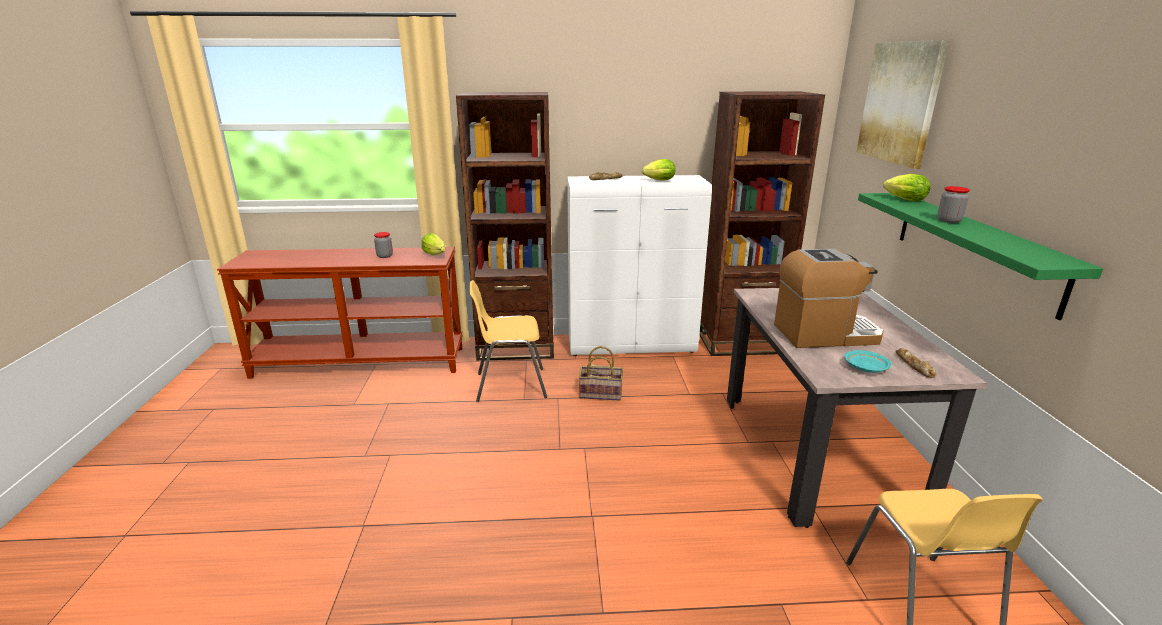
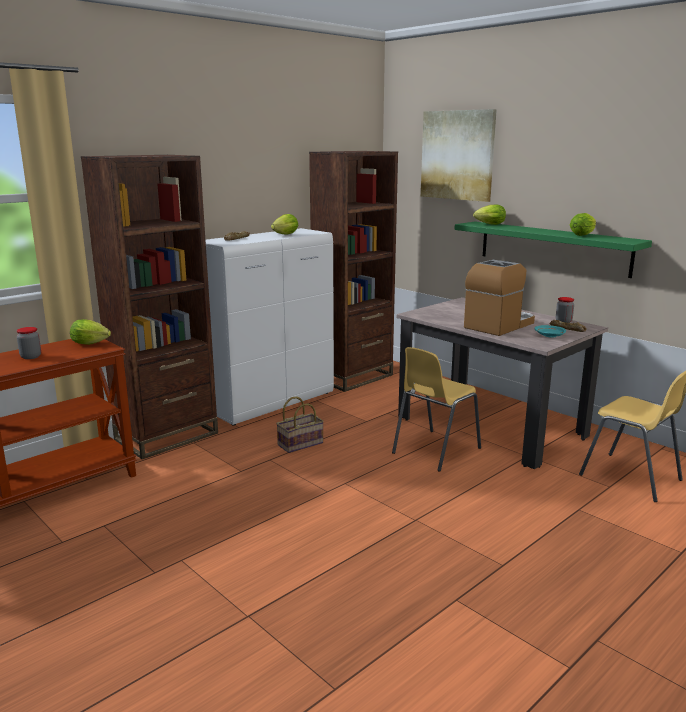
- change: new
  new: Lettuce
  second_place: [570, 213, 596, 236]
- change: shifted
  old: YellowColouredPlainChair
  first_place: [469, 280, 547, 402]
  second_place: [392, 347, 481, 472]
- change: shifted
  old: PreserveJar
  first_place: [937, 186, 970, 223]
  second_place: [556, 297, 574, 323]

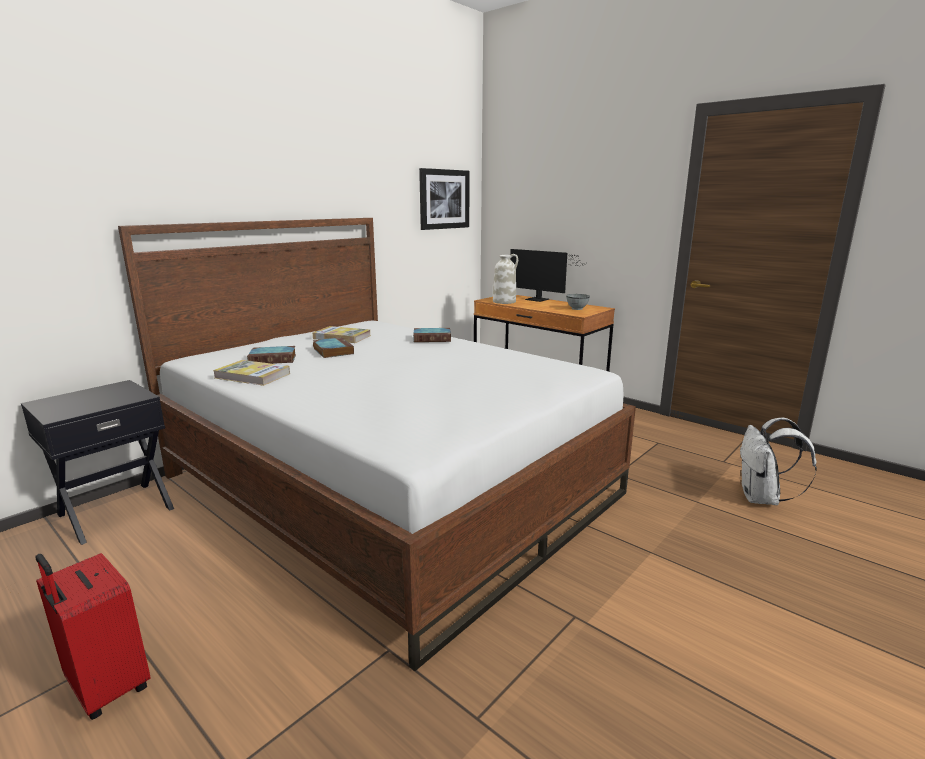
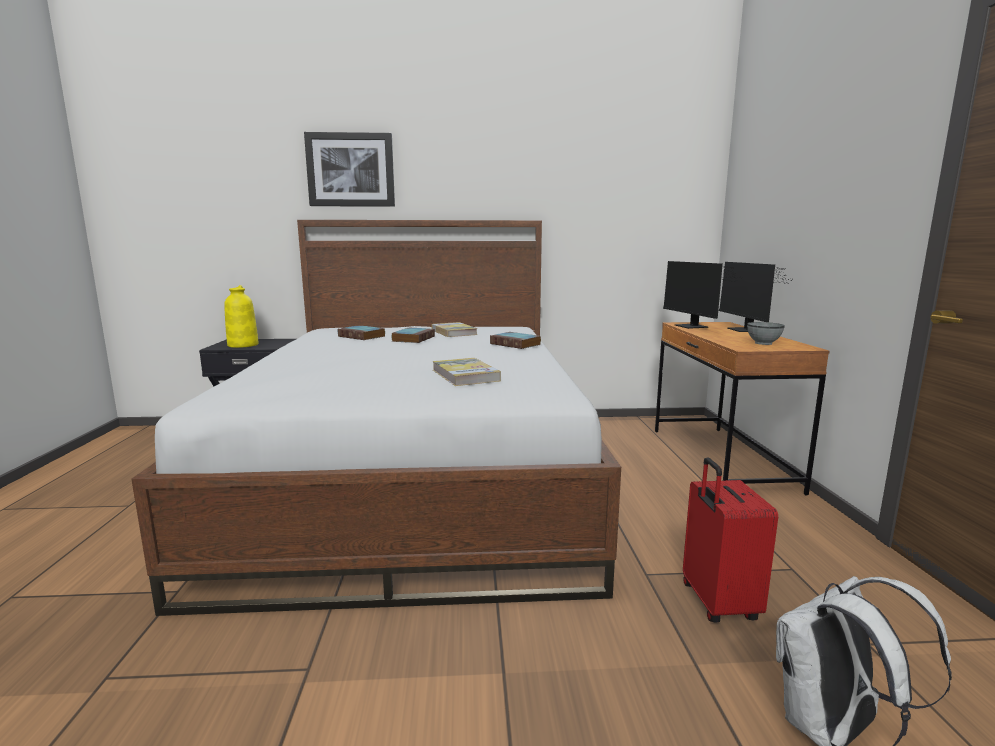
- change: new
  new: YellowColouredDecorativeVase
  second_place: [224, 285, 259, 348]
- change: shifted
  old: RedTravelCase
  first_place: [36, 553, 150, 720]
  second_place: [683, 457, 778, 622]
- change: shifted
  old: BoundBook
  first_place: [213, 360, 290, 386]
  second_place: [433, 358, 501, 386]
- change: shifted
  old: Picture
  first_place: [419, 168, 470, 230]
  second_place: [304, 132, 395, 207]
- change: swapped
  old: WhitishDecorativeVase
  new: Monitor
  first_place: [493, 254, 518, 304]
  second_place: [663, 261, 741, 329]

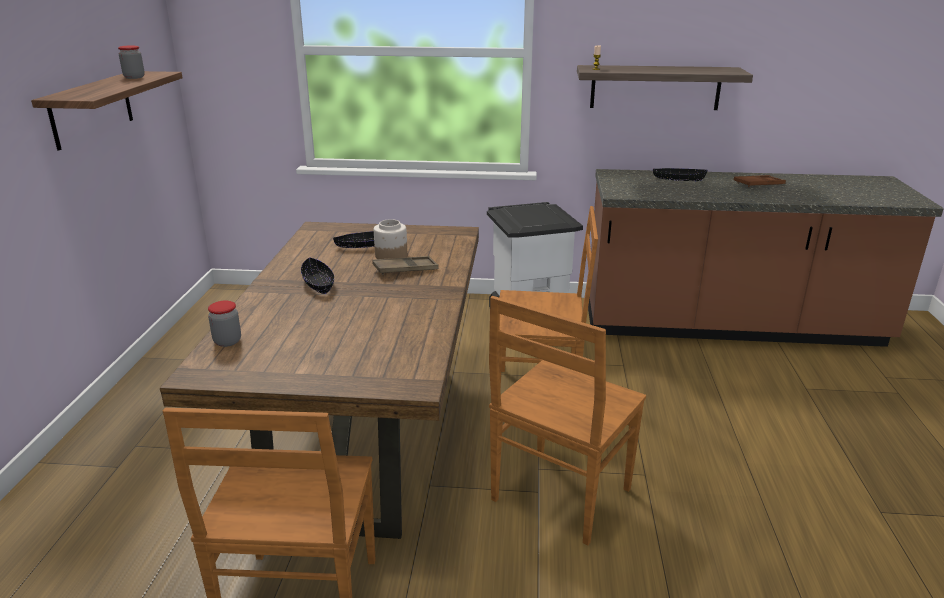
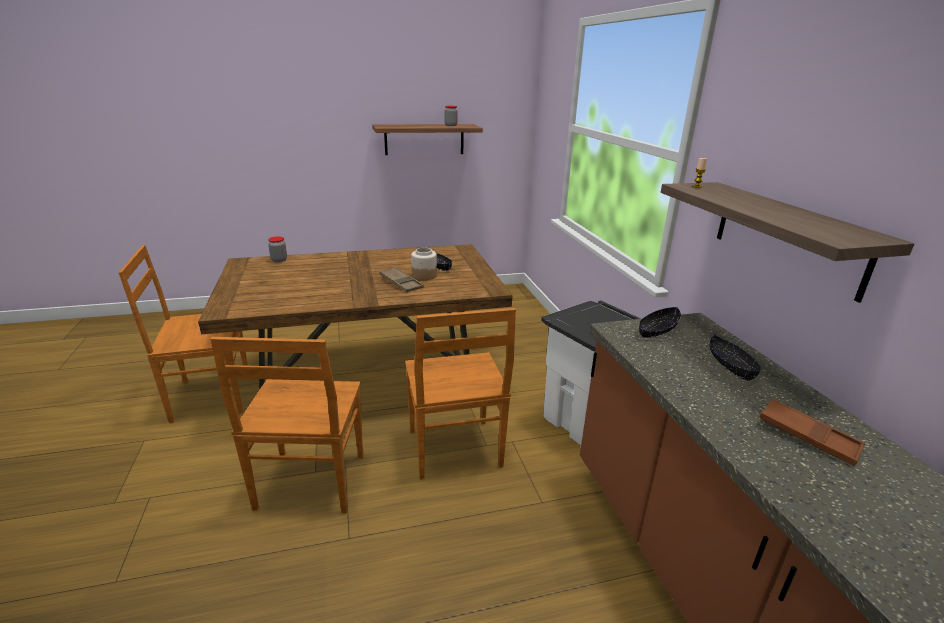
- change: shifted
  old: BlackishBowl
  first_place: [301, 257, 334, 294]
  second_place: [639, 307, 681, 338]
- change: rotated
  old: BrownColouredPlainChair
  first_place: [489, 296, 646, 546]
  second_place: [210, 337, 363, 513]
  degrees: -105

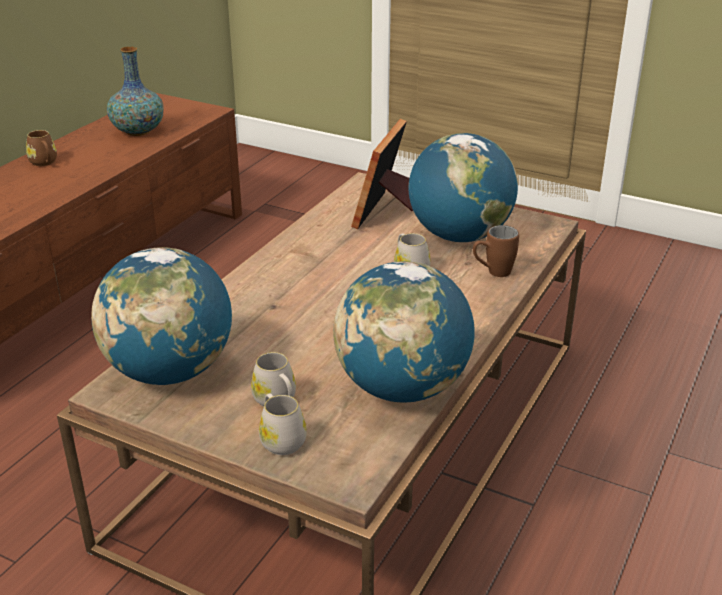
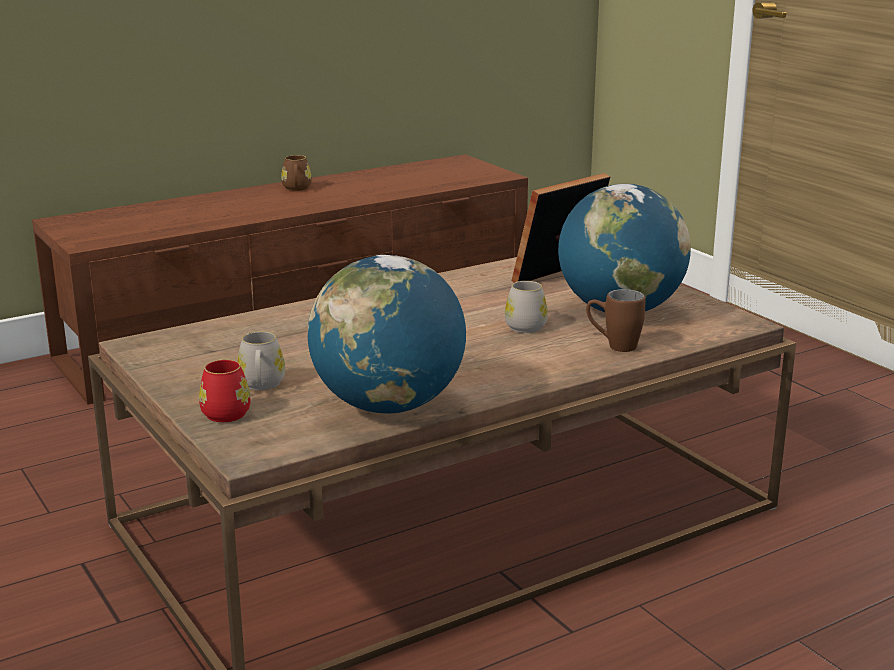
- change: gone
  old: WorldGlobe
  first_place: [91, 247, 232, 385]
- change: gone
  old: DecorativeVase
  first_place: [107, 46, 164, 136]
- change: repainted
  old: WhitishTeaMug
  new: RedTeaMug
  first_place: [259, 393, 307, 455]
  second_place: [199, 359, 251, 422]

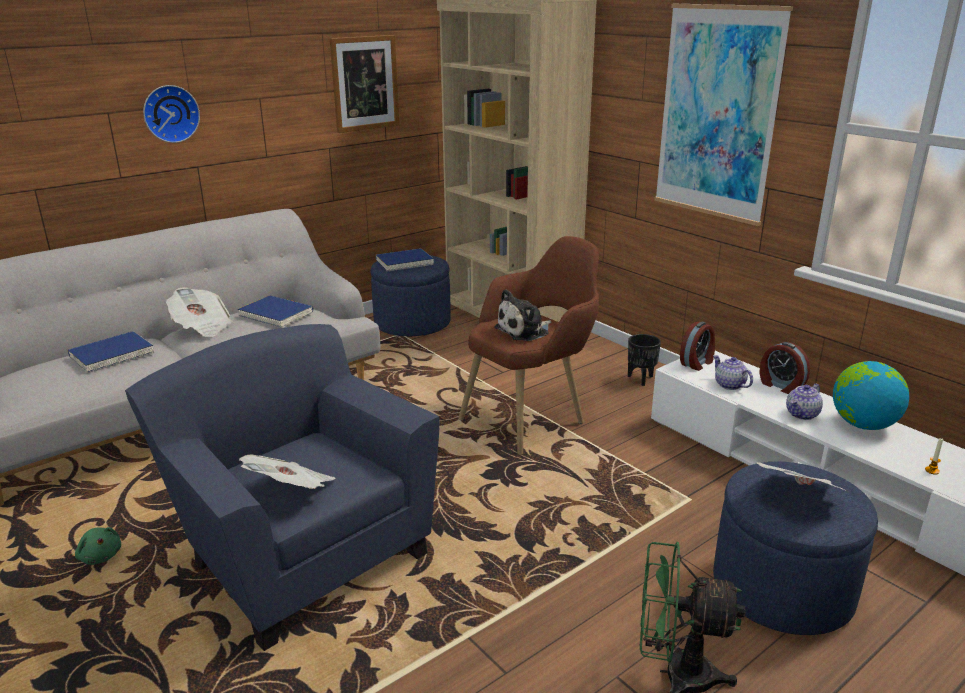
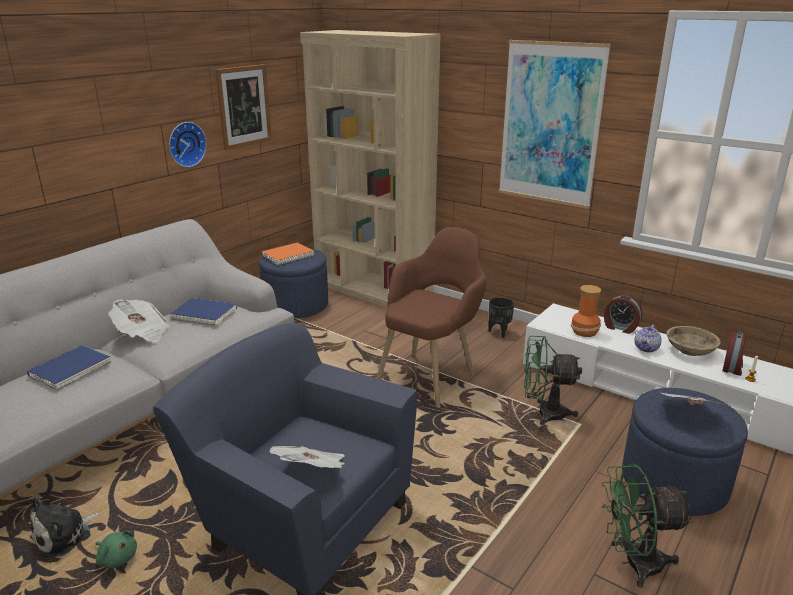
- change: new
  new: GreenFan
  second_place: [524, 336, 582, 425]
- change: shifted
  old: ClockOnTheWall
  first_place: [143, 85, 200, 143]
  second_place: [169, 122, 207, 167]
- change: shifted
  old: CuddlyToy
  first_place: [494, 289, 552, 341]
  second_place: [30, 497, 100, 558]
- change: shifted
  old: TableClock
  first_place: [680, 322, 715, 371]
  second_place: [722, 331, 746, 376]
- change: swapped
  old: TeaPot
  new: DecorativeVase
  first_place: [713, 355, 753, 390]
  second_place: [571, 285, 601, 337]
- change: swapped
  old: WorldGlobe
  new: BeigeBowl
  first_place: [833, 361, 909, 430]
  second_place: [666, 326, 721, 356]
- change: repainted
  old: BluishBoundBook
  new: OrangeyBoundBook
  first_place: [375, 248, 434, 272]
  second_place: [262, 242, 314, 265]

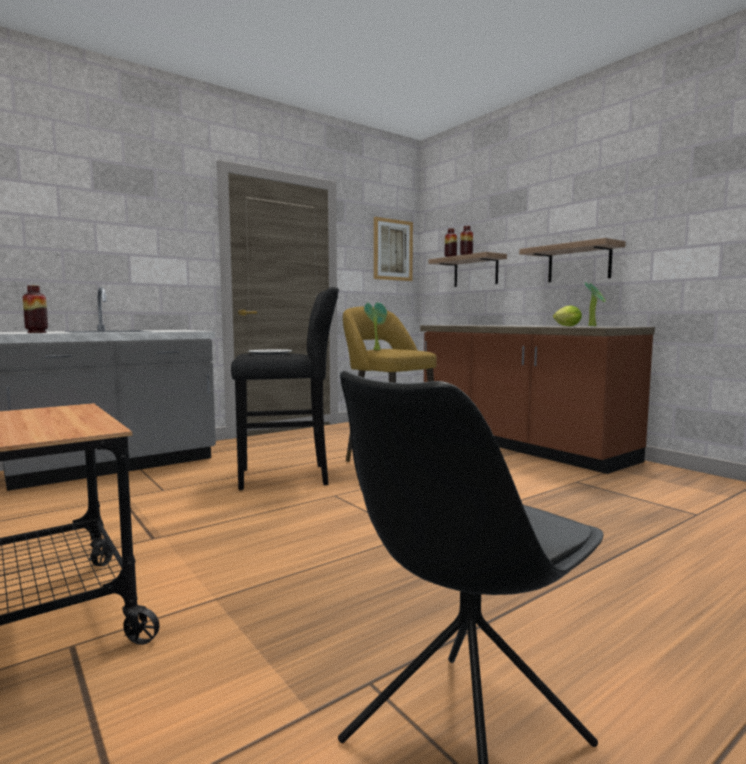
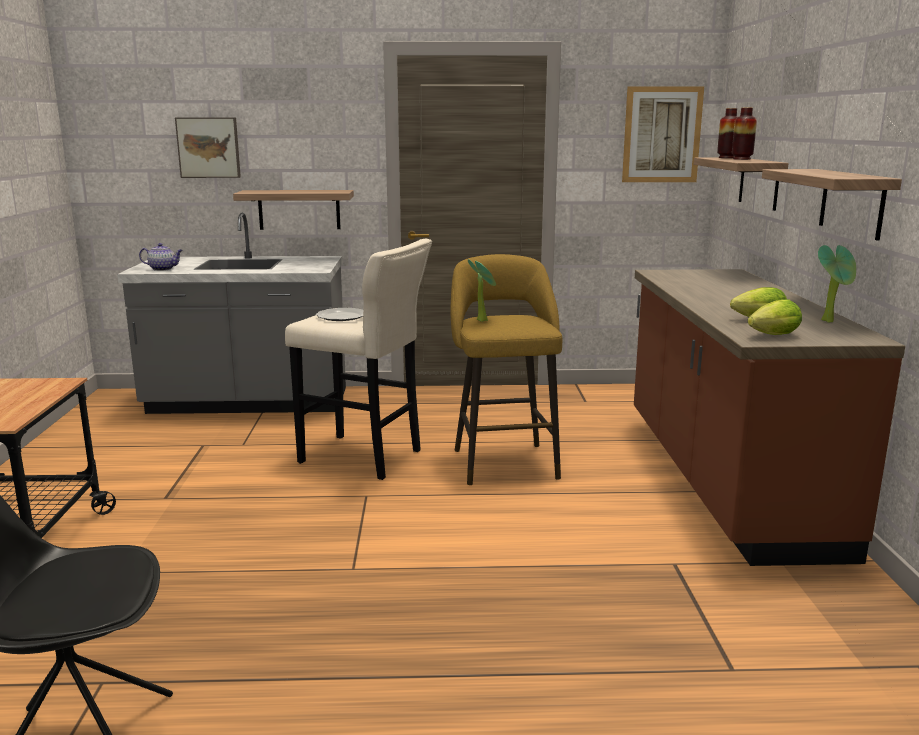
- change: new
  new: Picture
  second_place: [175, 117, 241, 178]
- change: new
  new: WallShelf
  second_place: [233, 190, 354, 230]
- change: new
  new: Lettuce
  second_place: [748, 299, 802, 335]
- change: swapped
  old: DecorativeVase
  new: TeaPot
  first_place: [23, 285, 48, 333]
  second_place: [139, 243, 183, 271]
- change: repainted
  old: BlackishSittingStool
  new: BeigeSittingStool
  first_place: [231, 287, 339, 490]
  second_place: [285, 239, 432, 480]

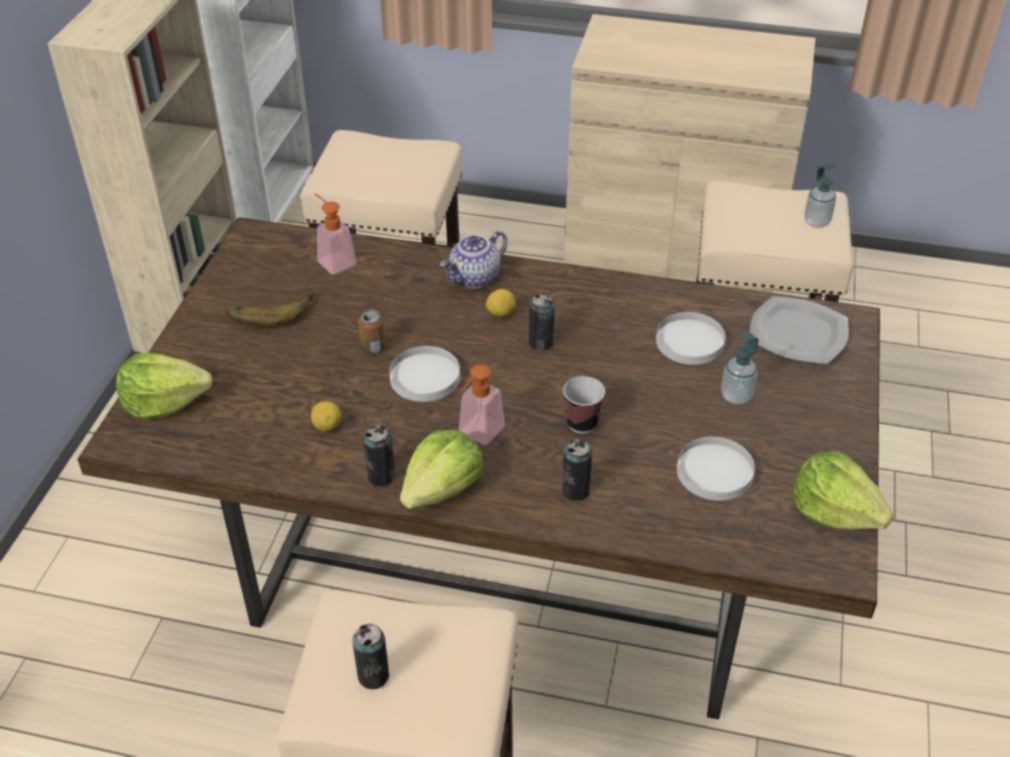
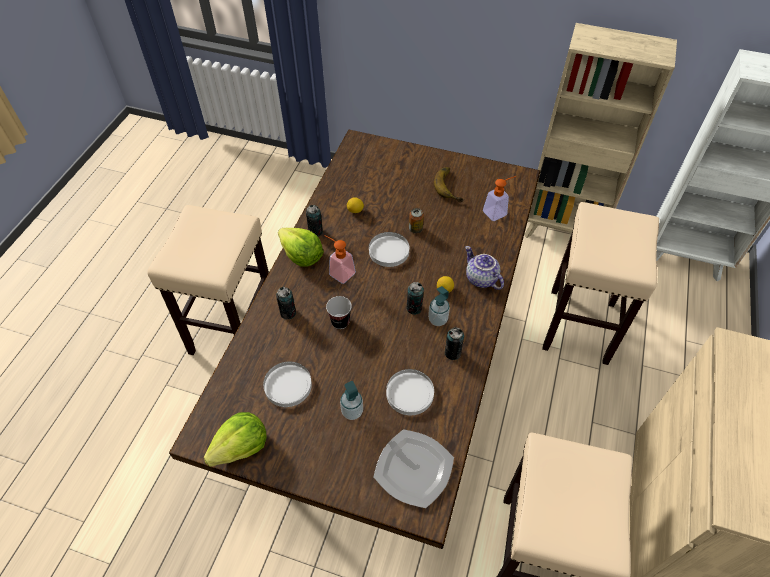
- change: gone
  old: Lettuce
  first_place: [116, 353, 212, 420]
- change: shifted
  old: MetalCan
  first_place: [352, 624, 389, 689]
  second_place: [445, 327, 464, 360]
- change: shifted
  old: SoapBottle
  first_place: [804, 162, 836, 228]
  second_place: [428, 286, 450, 326]

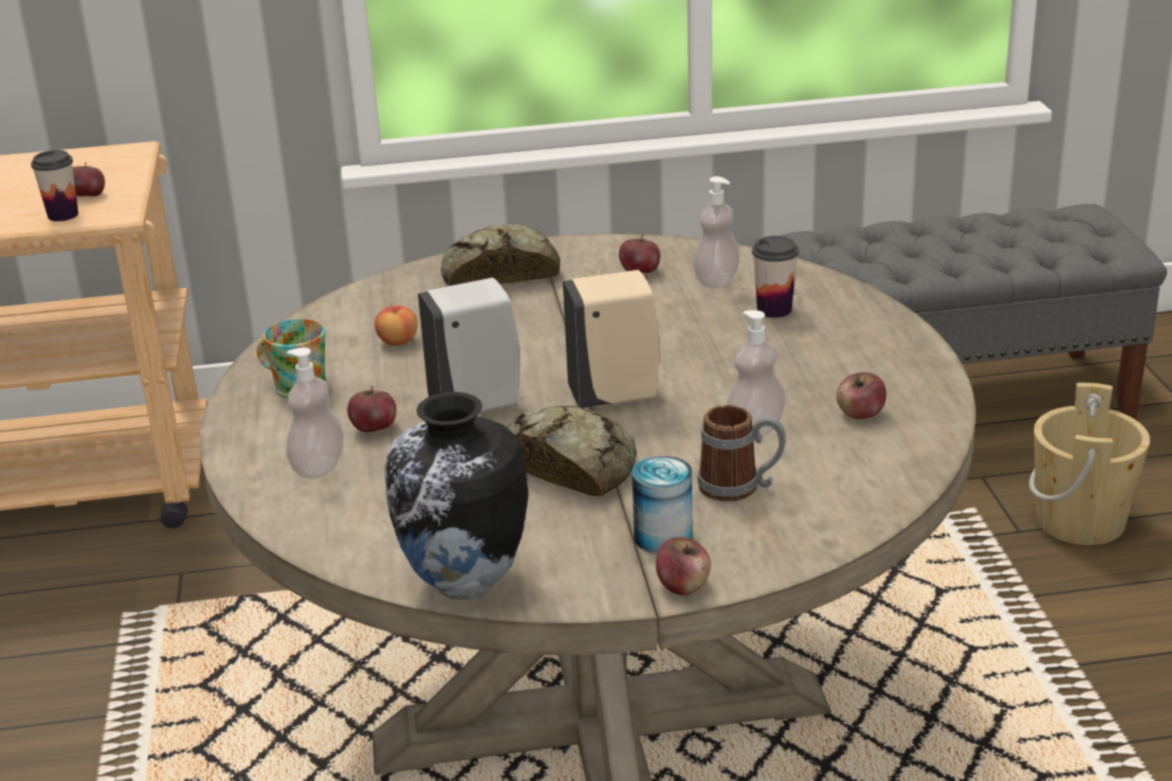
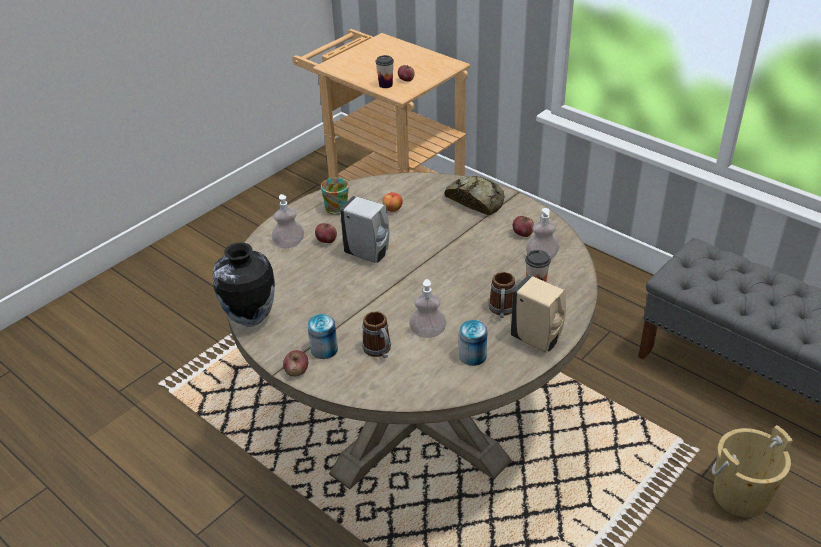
- change: gone
  old: BakedBread
  first_place: [505, 405, 637, 497]
- change: new
  new: TeaMug
  second_place: [488, 272, 516, 318]
- change: shifted
  old: BeigeSoapBottle
  first_place: [563, 270, 660, 408]
  second_place: [511, 275, 566, 352]
- change: swapped
  old: AppleFruit
  new: MetalCan
  first_place: [836, 372, 886, 419]
  second_place: [459, 320, 488, 366]

